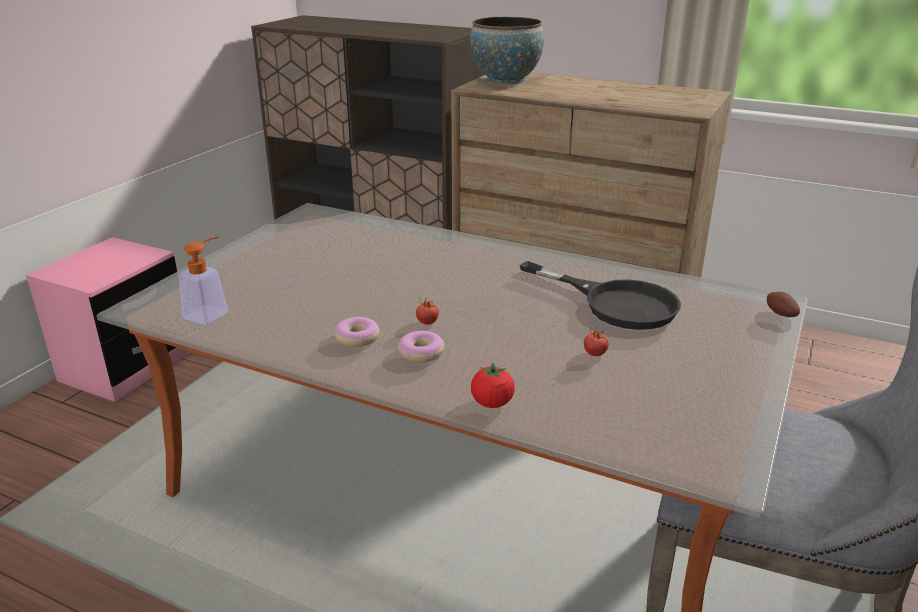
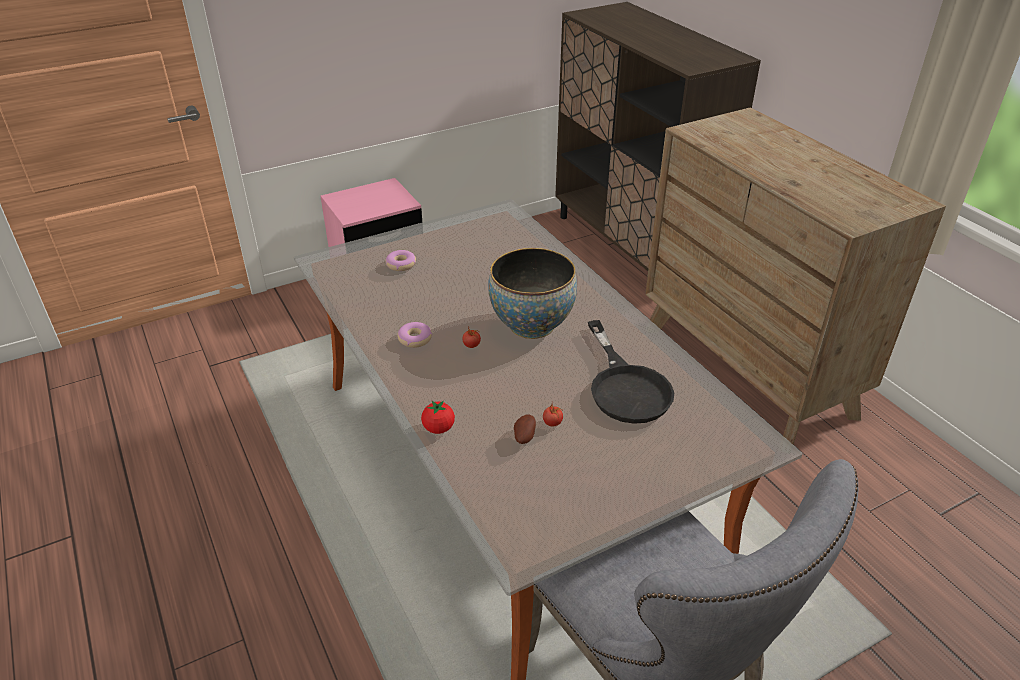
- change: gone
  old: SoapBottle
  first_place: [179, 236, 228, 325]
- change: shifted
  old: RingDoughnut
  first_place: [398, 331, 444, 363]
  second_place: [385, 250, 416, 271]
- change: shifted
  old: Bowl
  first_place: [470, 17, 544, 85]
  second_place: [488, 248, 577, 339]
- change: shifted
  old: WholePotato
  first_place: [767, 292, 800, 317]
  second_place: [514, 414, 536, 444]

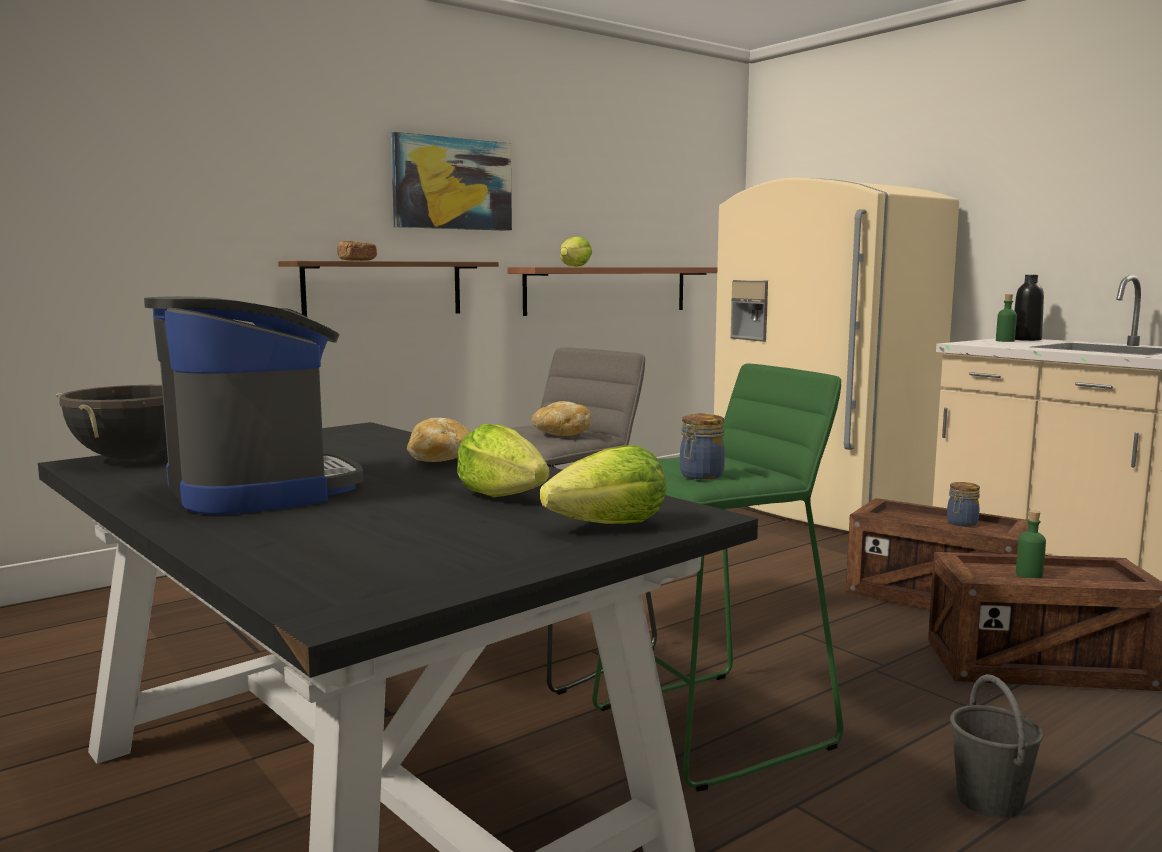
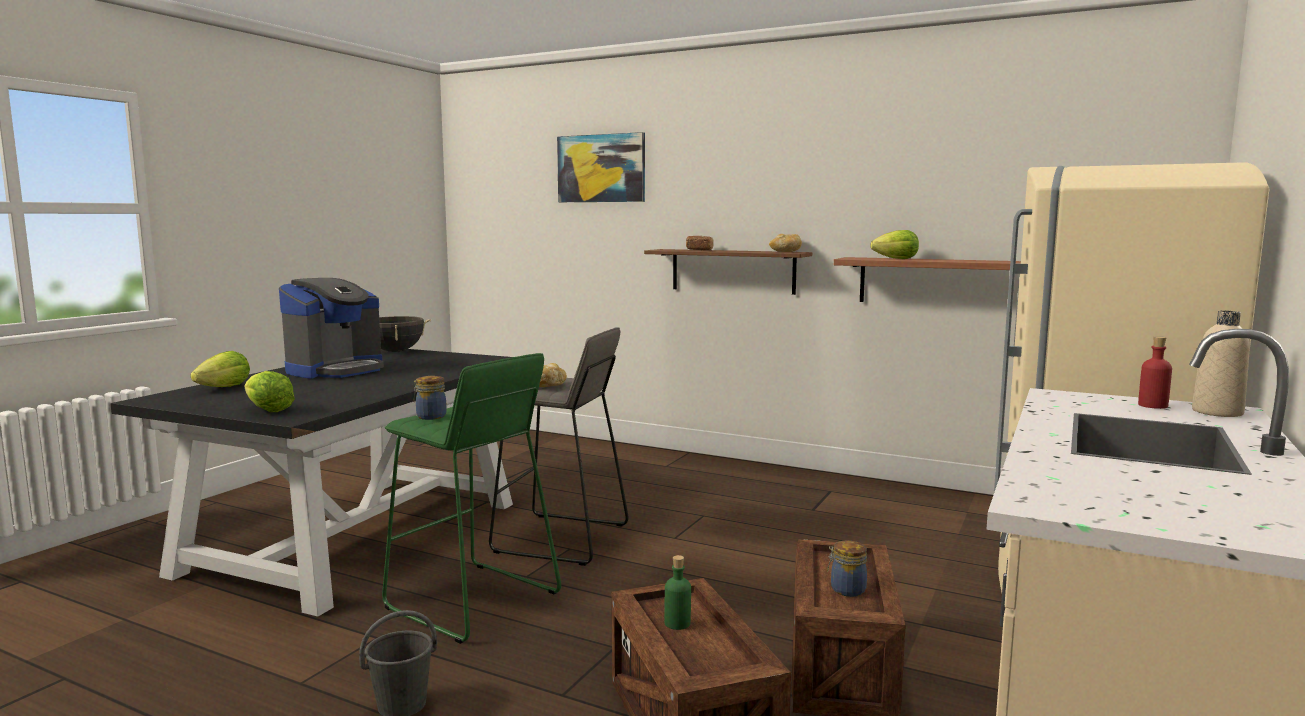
- change: shifted
  old: Picture
  first_place: [391, 132, 512, 231]
  second_place: [557, 132, 645, 202]
- change: shifted
  old: BakedBread
  first_place: [407, 418, 470, 462]
  second_place: [769, 234, 802, 252]
- change: shifted
  old: Lettuce
  first_place: [457, 424, 549, 497]
  second_place: [190, 351, 250, 387]
- change: repainted
  old: GreenBottle
  new: RedBottle
  first_place: [996, 294, 1017, 342]
  second_place: [1138, 336, 1172, 409]
- change: repainted
  old: BlackishBottle
  new: BeigeBottle
  first_place: [1014, 275, 1044, 341]
  second_place: [1192, 311, 1250, 417]

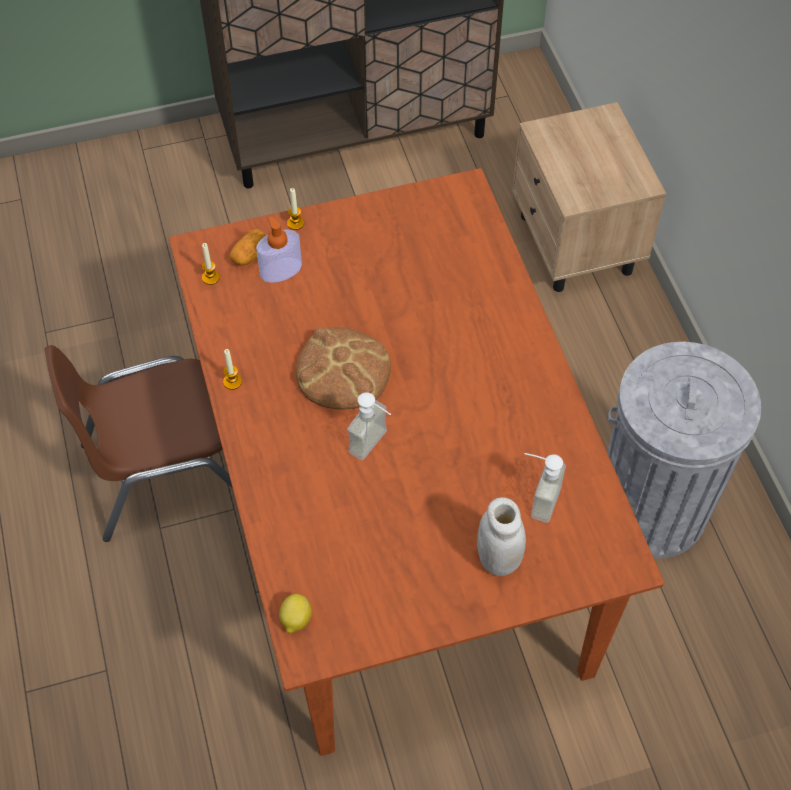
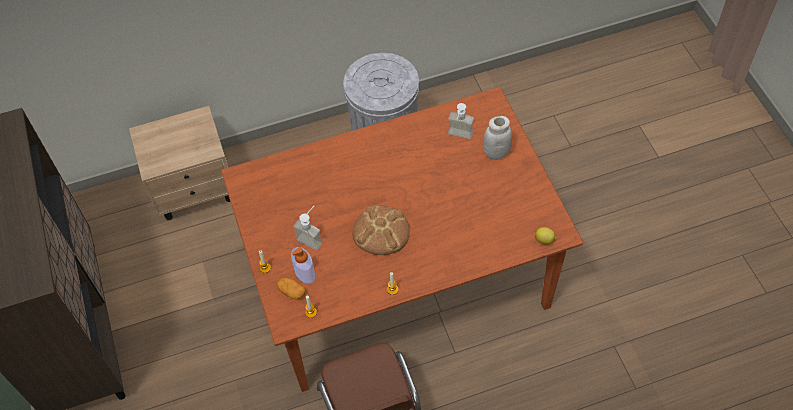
- change: shifted
  old: SoapBottle
  first_place: [347, 392, 391, 460]
  second_place: [293, 206, 323, 251]

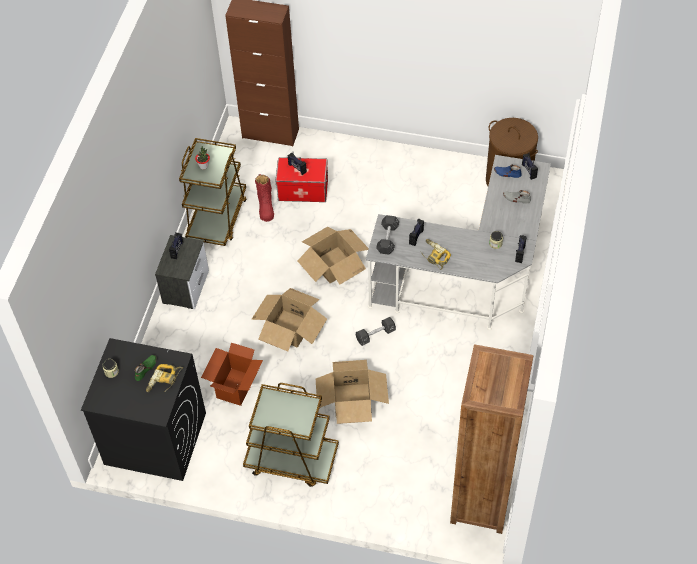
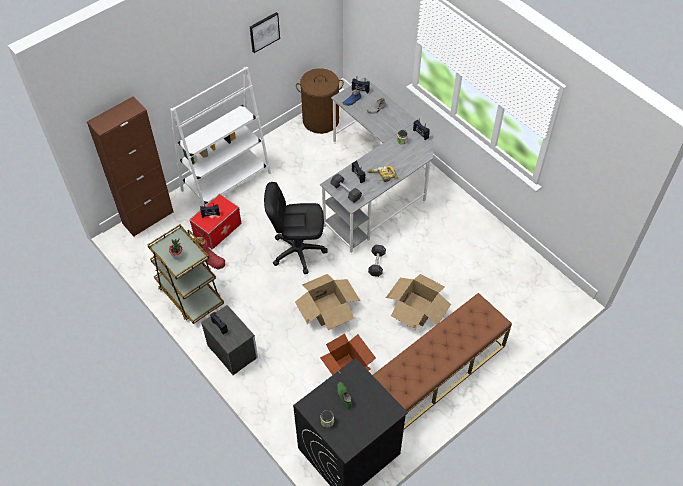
- change: gone
  old: Drill
  first_place: [146, 364, 183, 392]
- change: gone
  old: BrownColouredBookshelf
  first_place: [450, 344, 534, 534]
- change: new
  new: WhitishBookshelf
  second_place: [170, 66, 271, 206]
- change: new
  new: Picture
  second_place: [250, 12, 280, 53]
- change: swapped
  old: BrownColouredTrolley
  new: BrownColouredLongSeat
  first_place: [243, 383, 339, 487]
  second_place: [373, 293, 512, 429]
- change: swapped
  old: Carton
  new: BlackishComputerChair
  first_place: [297, 227, 369, 285]
  second_place: [264, 182, 328, 274]

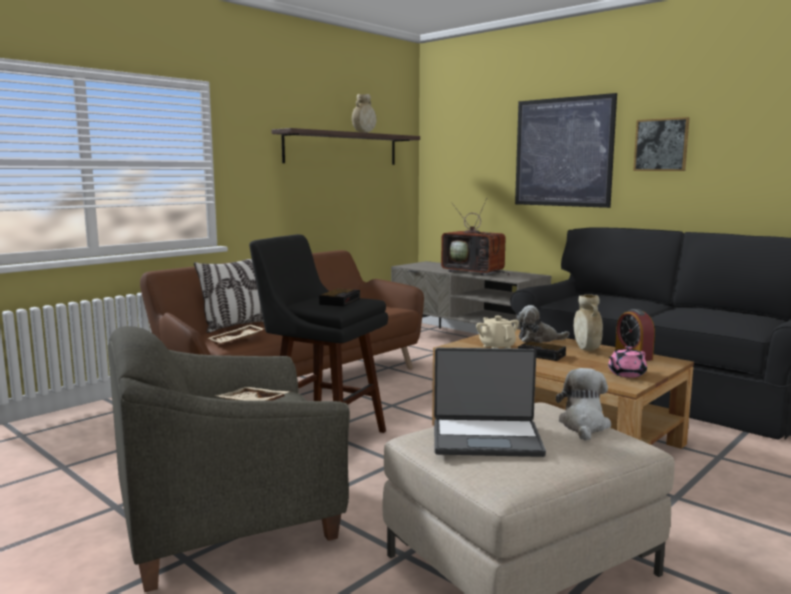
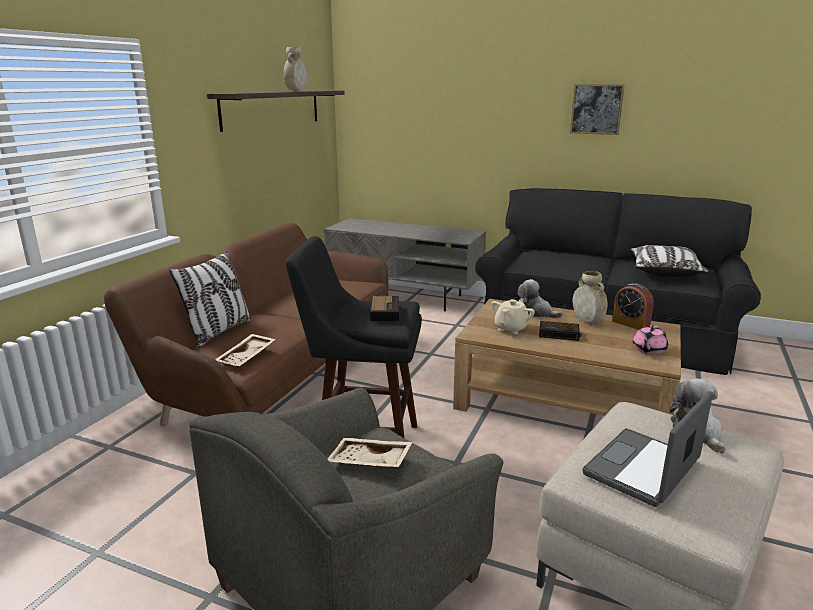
- change: gone
  old: TvSet
  first_place: [441, 198, 510, 275]
- change: gone
  old: Picture
  first_place: [515, 93, 617, 208]
- change: new
  new: Cushion
  second_place: [630, 245, 708, 277]
- change: rotated
  old: Laptop
  first_place: [434, 348, 546, 457]
  second_place: [582, 391, 713, 507]
  degrees: 150
- change: rotated
  old: BeigeTeaPot
  first_place: [476, 316, 519, 349]
  second_place: [491, 299, 535, 334]
  degrees: 75
- change: rotated
  old: CuddlyToy
  first_place: [517, 305, 569, 343]
  second_place: [517, 279, 563, 318]
  degrees: 60

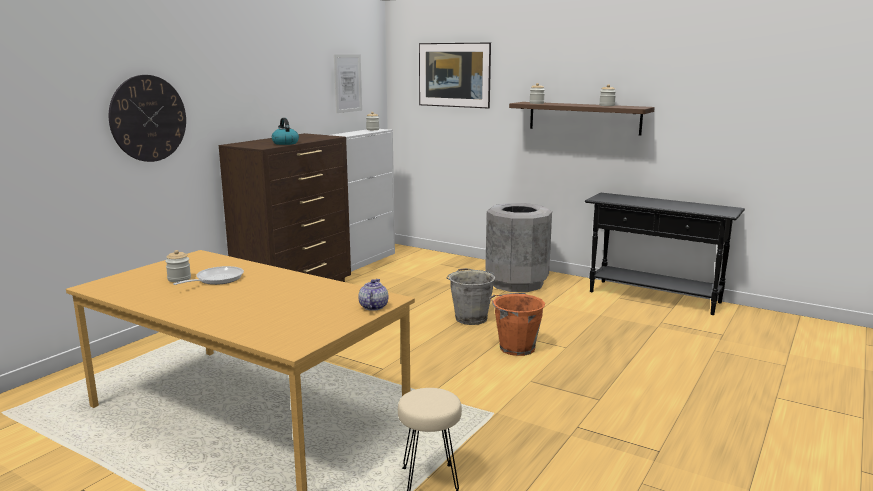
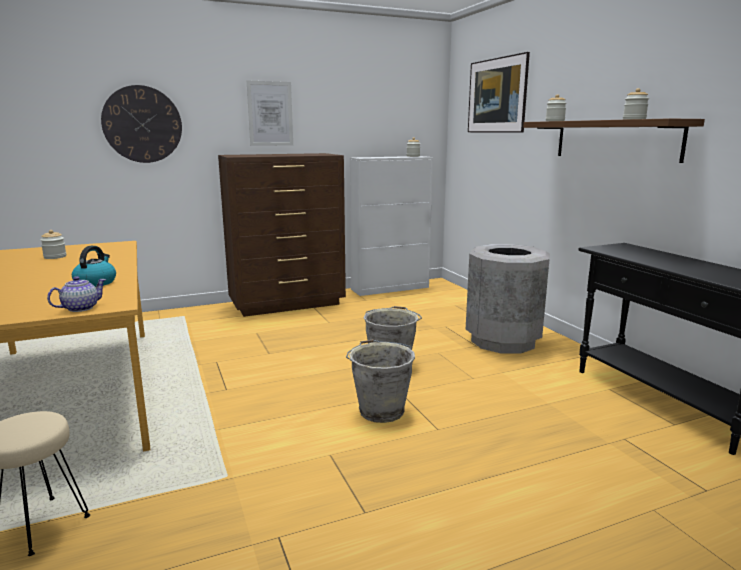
- change: gone
  old: Skillet
  first_place: [173, 266, 244, 285]
- change: shifted
  old: WaterKettle
  first_place: [272, 118, 299, 145]
  second_place: [72, 246, 116, 287]
- change: shifted
  old: Picture
  first_place: [334, 55, 362, 113]
  second_place: [247, 80, 293, 146]
- change: repainted
  old: OrangeyWaterBucket
  new: GrayWaterBucket
  first_place: [488, 293, 545, 356]
  second_place: [346, 340, 415, 423]

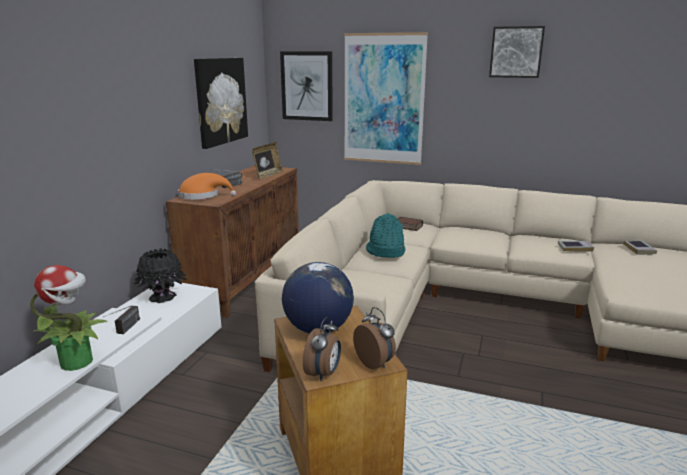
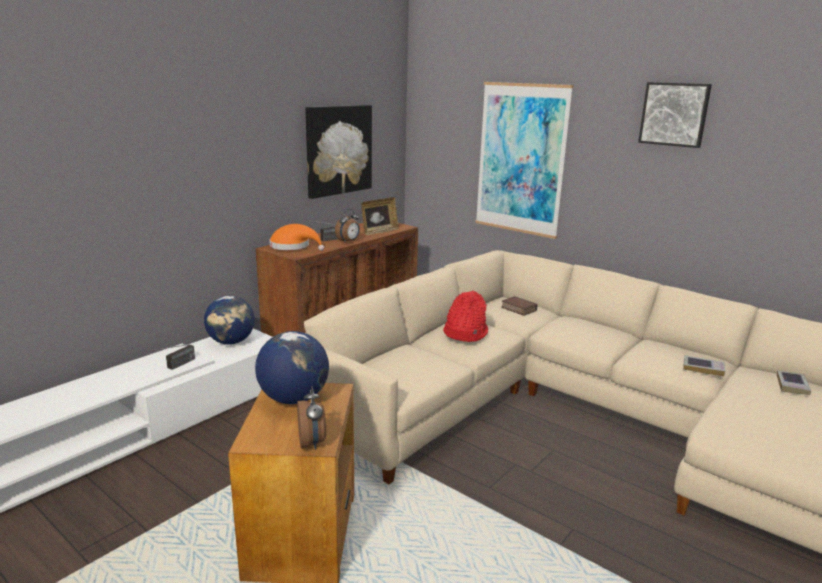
- change: gone
  old: PottedPlant
  first_place: [30, 265, 107, 371]
- change: gone
  old: Picture
  first_place: [280, 52, 333, 121]
- change: shifted
  old: TableClock
  first_place: [303, 317, 341, 381]
  second_place: [335, 209, 360, 243]
- change: swapped
  old: BlackishDecorativeVase
  new: WorldGlobe
  first_place: [134, 248, 186, 303]
  second_place: [204, 296, 255, 345]
- change: repainted
  old: TurquoiseColouredWearableHat
  new: RedWearableHat
  first_place: [366, 213, 405, 258]
  second_place: [443, 291, 488, 342]

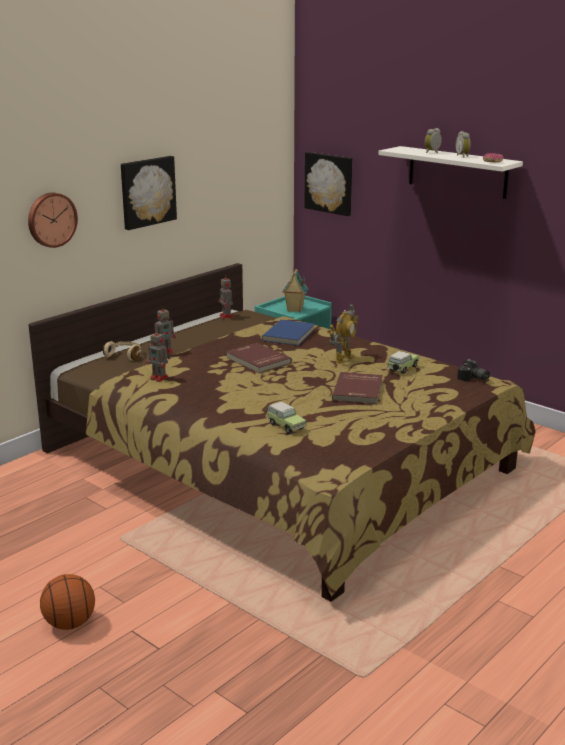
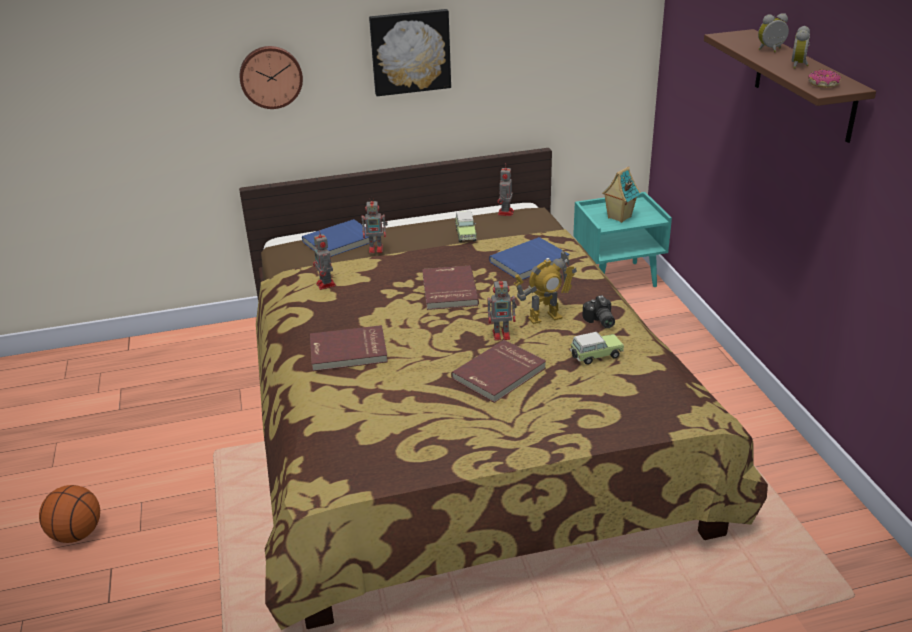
- change: gone
  old: Picture
  first_place: [304, 152, 352, 216]
- change: new
  new: RedBoundBook
  second_place: [310, 325, 388, 371]
- change: new
  new: ModelRobot
  second_place: [487, 276, 517, 341]
- change: shifted
  old: ToyCar
  first_place: [266, 402, 306, 434]
  second_place: [455, 211, 477, 242]
- change: shifted
  old: StillCamera
  first_place: [457, 359, 490, 381]
  second_place: [582, 295, 615, 328]
- change: swapped
  old: BeigePairOfHeadphones
  new: BluishBoundBook
  first_place: [103, 341, 142, 361]
  second_place: [302, 219, 377, 257]
- change: repainted
  old: WhitishWallShelf
  new: BrownColouredWallShelf
  first_place: [378, 146, 523, 199]
  second_place: [704, 29, 876, 143]

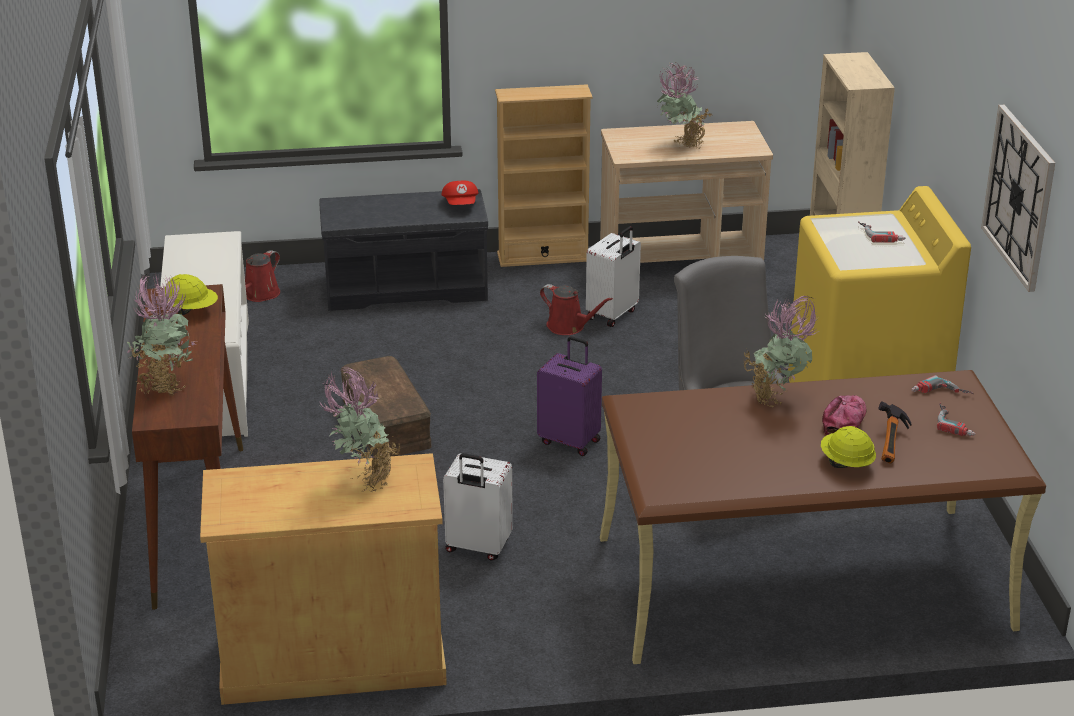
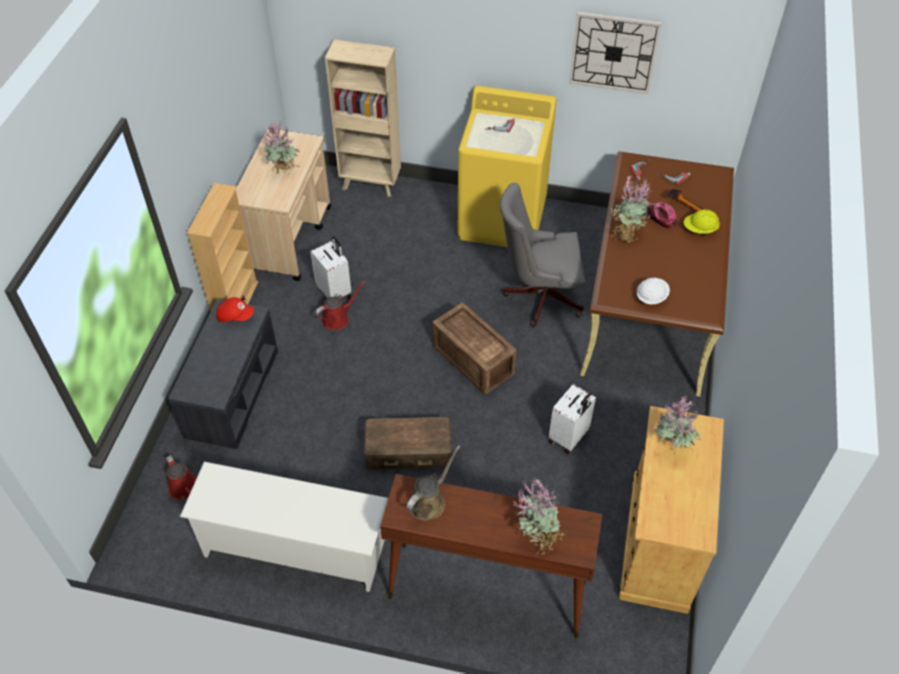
- change: new
  new: WhitishHardHat
  second_place: [637, 277, 670, 304]
- change: swapped
  old: YellowColouredHardHat
  new: BrownColouredWateringPot
  first_place: [165, 274, 218, 315]
  second_place: [406, 445, 460, 521]
- change: swapped
  old: PurpleTravelCase
  new: PackingCrate
  first_place: [537, 336, 602, 456]
  second_place: [432, 302, 517, 395]

